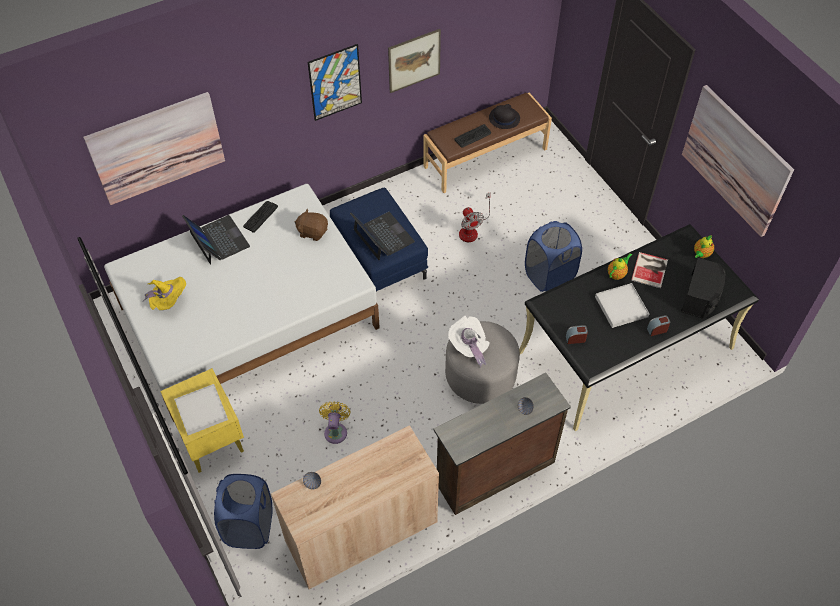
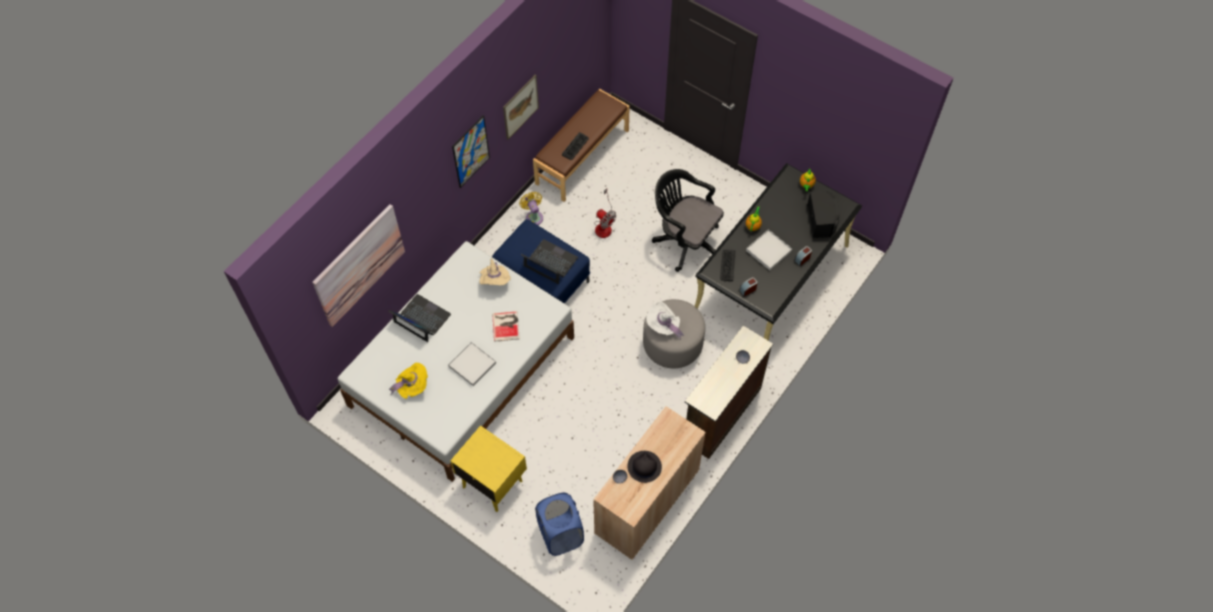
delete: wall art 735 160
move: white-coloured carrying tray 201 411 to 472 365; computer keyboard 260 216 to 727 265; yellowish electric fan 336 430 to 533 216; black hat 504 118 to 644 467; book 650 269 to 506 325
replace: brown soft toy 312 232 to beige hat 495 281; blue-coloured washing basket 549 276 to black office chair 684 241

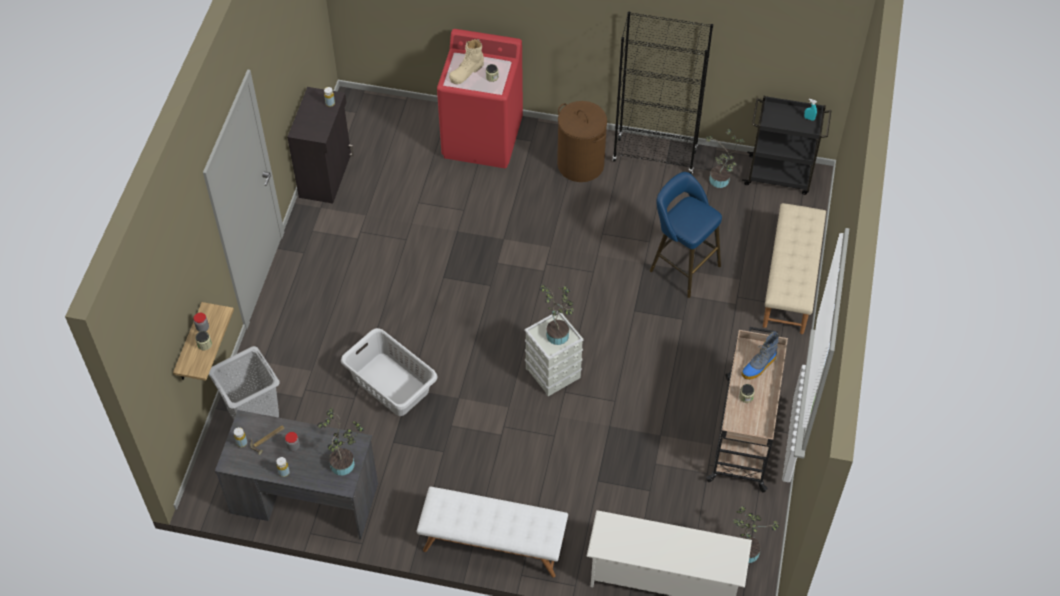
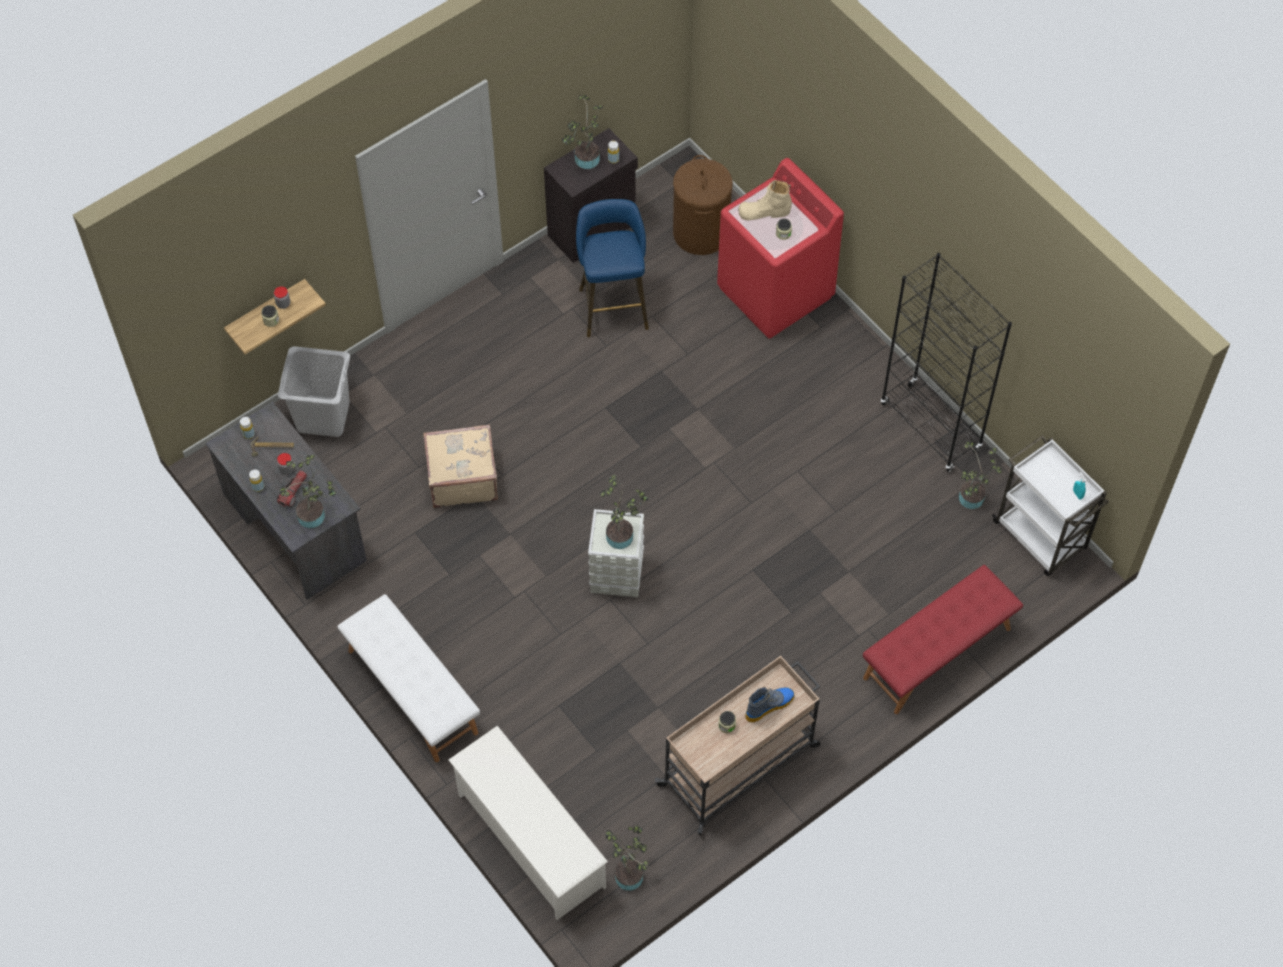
insert: flashlight 293 491; potted plant 585 161
move: brown washing basket 580 164 to 700 232; blue-coloured stool seat 681 266 to 612 305
replace: grey washing basket 391 385 to beige piece of luggage 462 478
recolor: black cart 780 175 to white-coloured cart 1041 537; beige bench 791 282 to reddish bench 937 654
rotate: tall boot 759 366 = 769 706 150 degrees clockwise

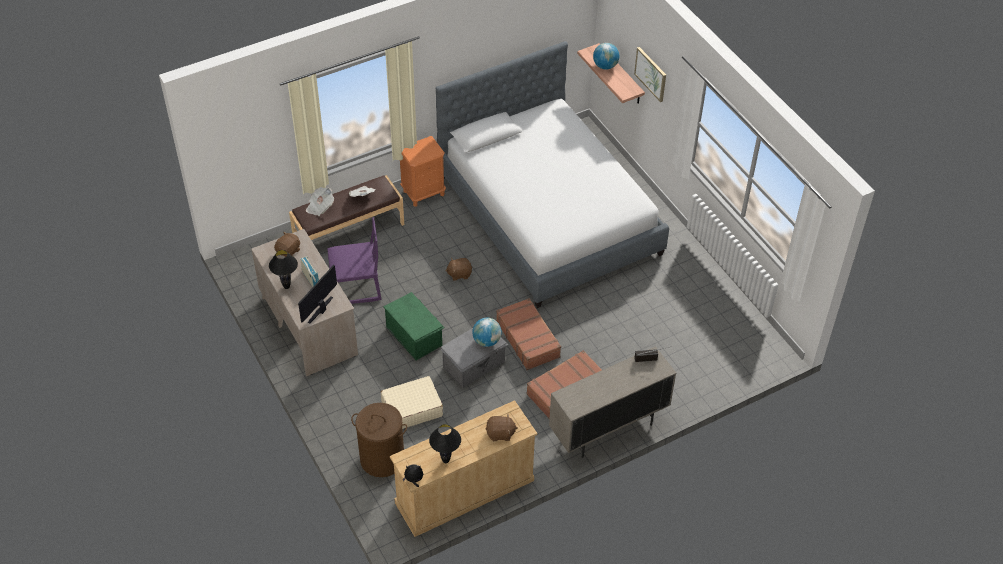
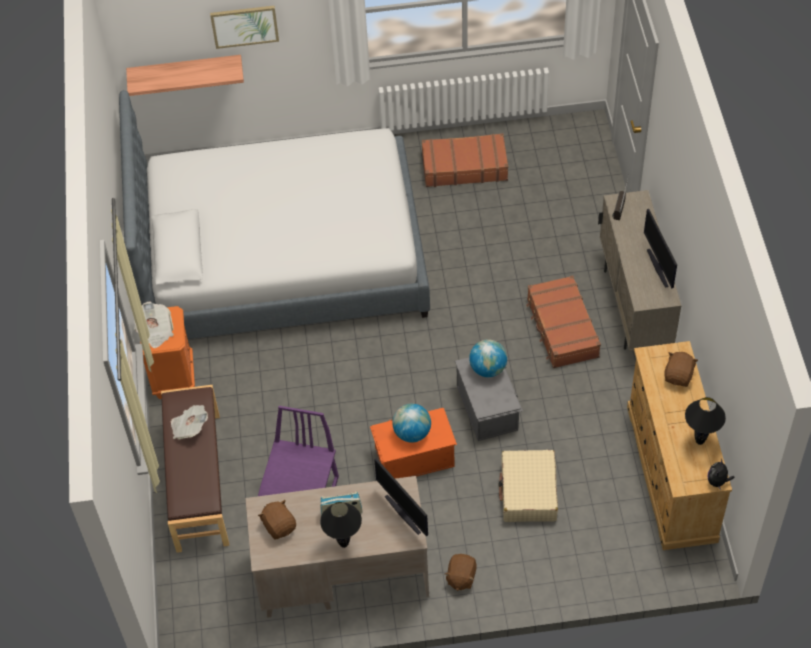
delete: brown washing basket 382 459
insert: computer screen 659 267
move: daily paper 320 207 to 155 331; brown soft toy 459 274 to 461 577; brown piece of luggage 528 339 to 464 167; world globe 605 66 to 412 433
recolor: greenish storage container 414 335 to orange-coloured storage container 413 456

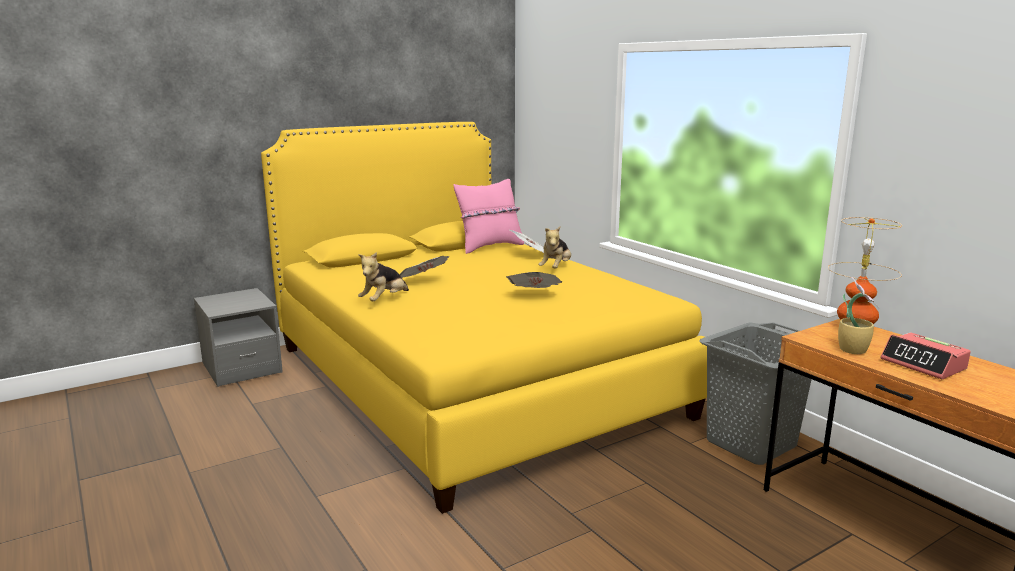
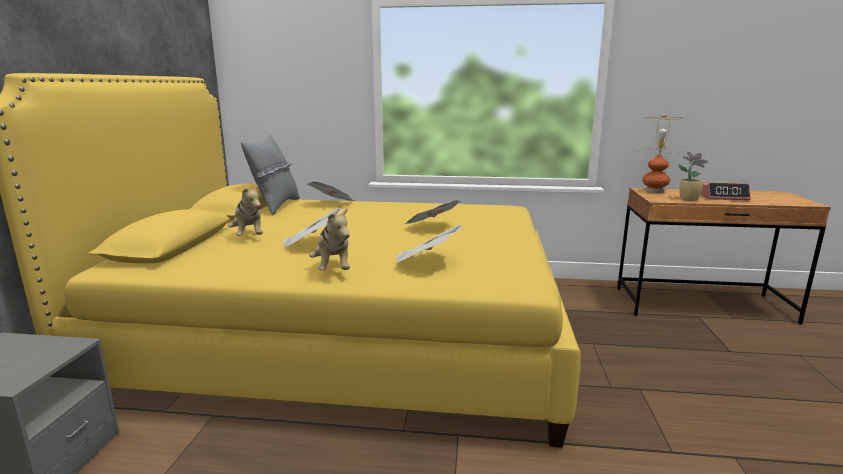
delete: grey washing basket 751 444
insert: daily paper 425 262
move: soft toy 556 268 to 249 236
recolor: pinkish cushion 490 247 to grey cushion 275 206

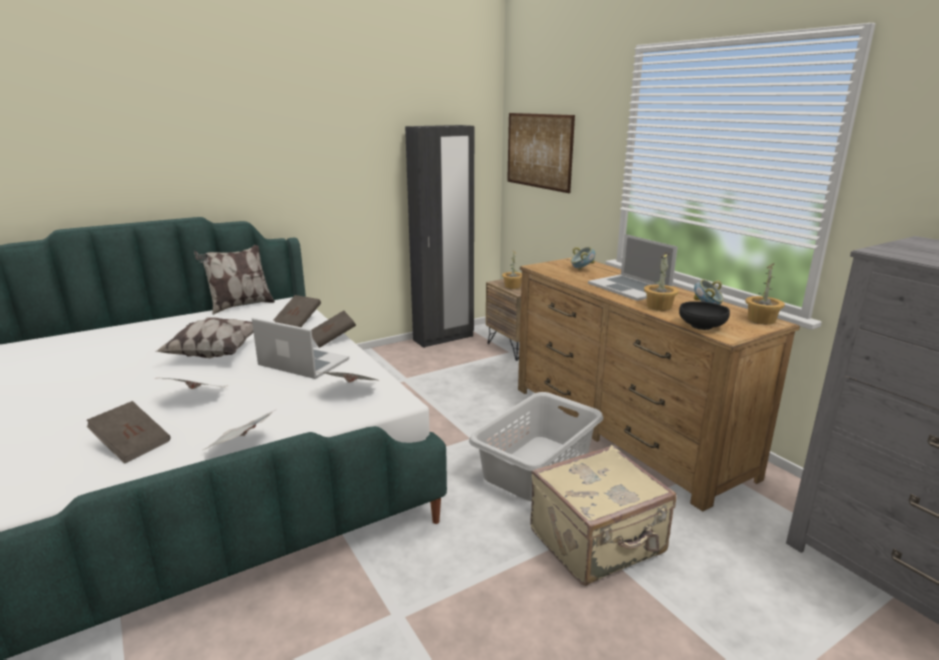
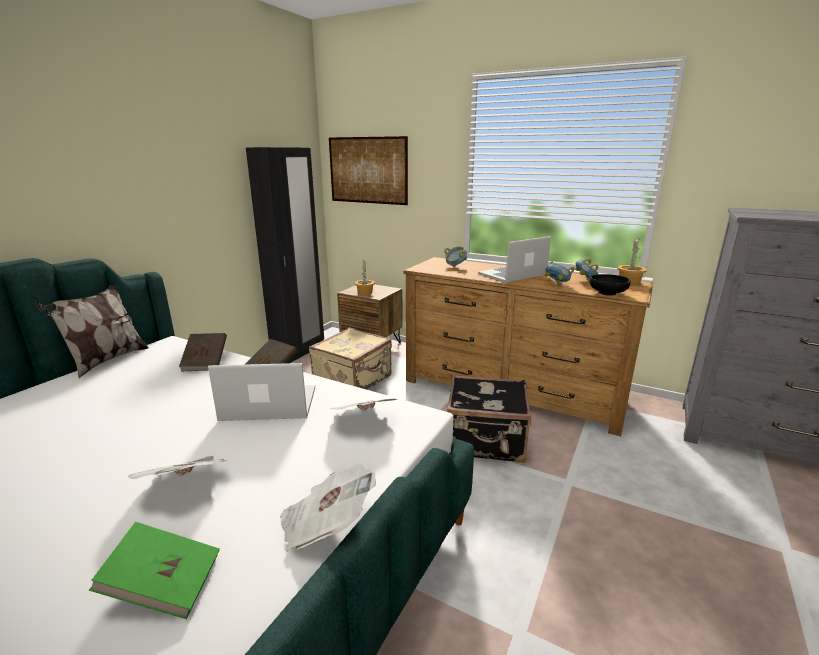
delete: cushion 214 353
move: beige piece of luggage 598 543 to 354 381
replace: grey washing basket 537 467 to black piece of luggage 486 441; potted plant 659 306 to bowl 557 284
recolor: brown book 132 445 to greenish book 165 585
rotate: portable computer 629 288 = 512 274 120 degrees clockwise

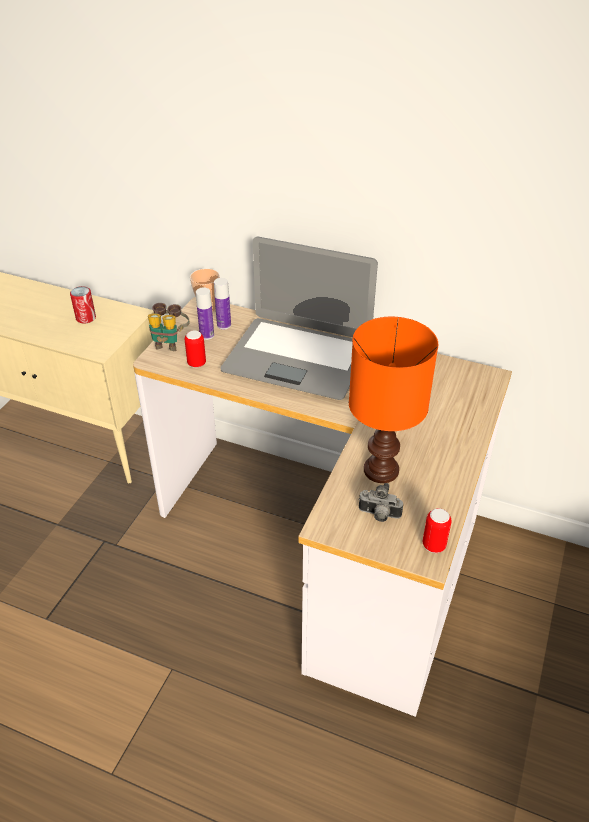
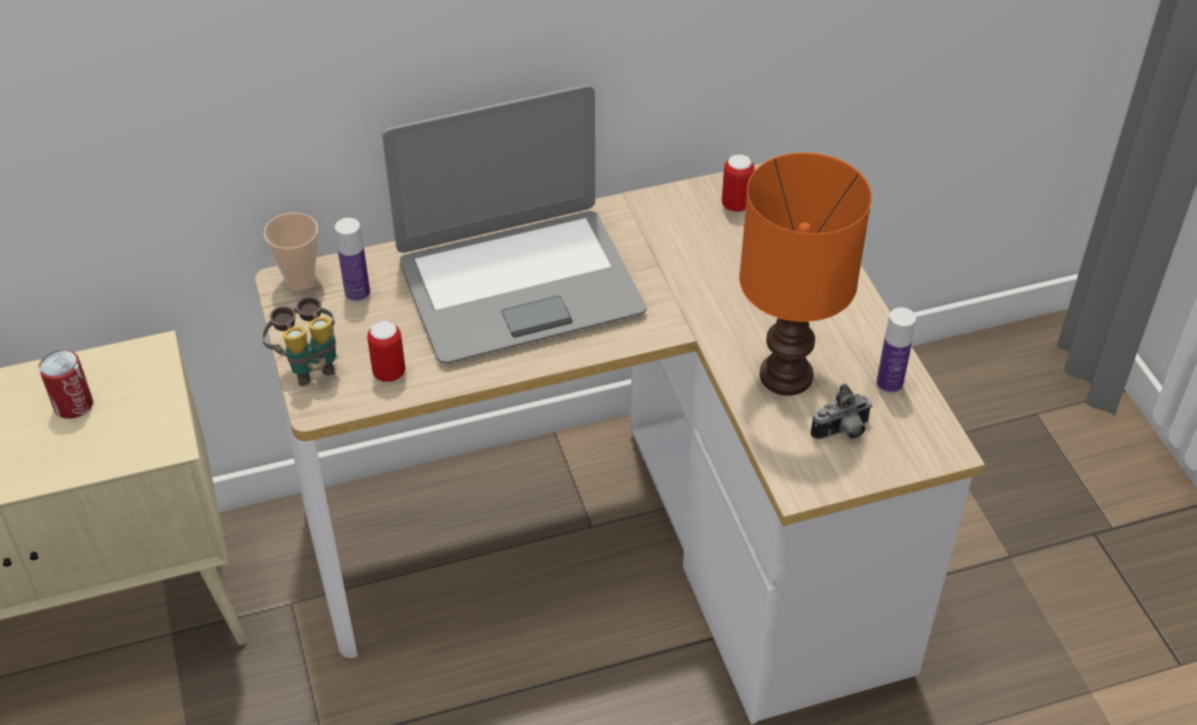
move: bottle 207 335 to 889 384; can 434 545 to 736 205

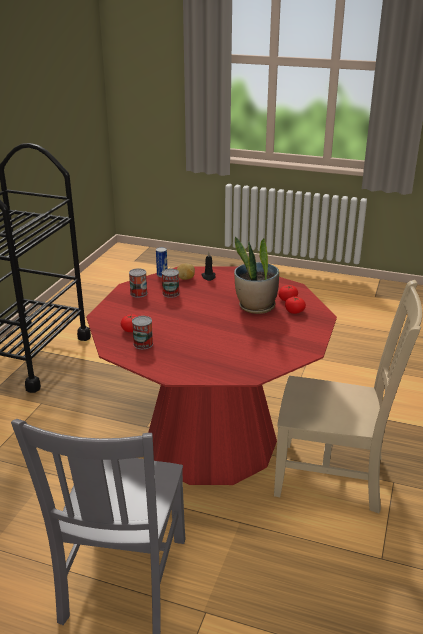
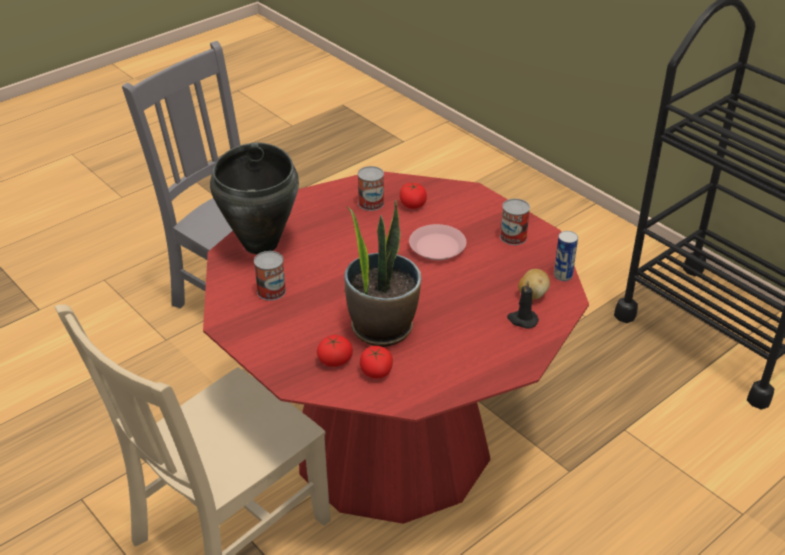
insert: black saucepot 261 244; pinkish flat dish 437 247
move: can 170 293 to 271 291

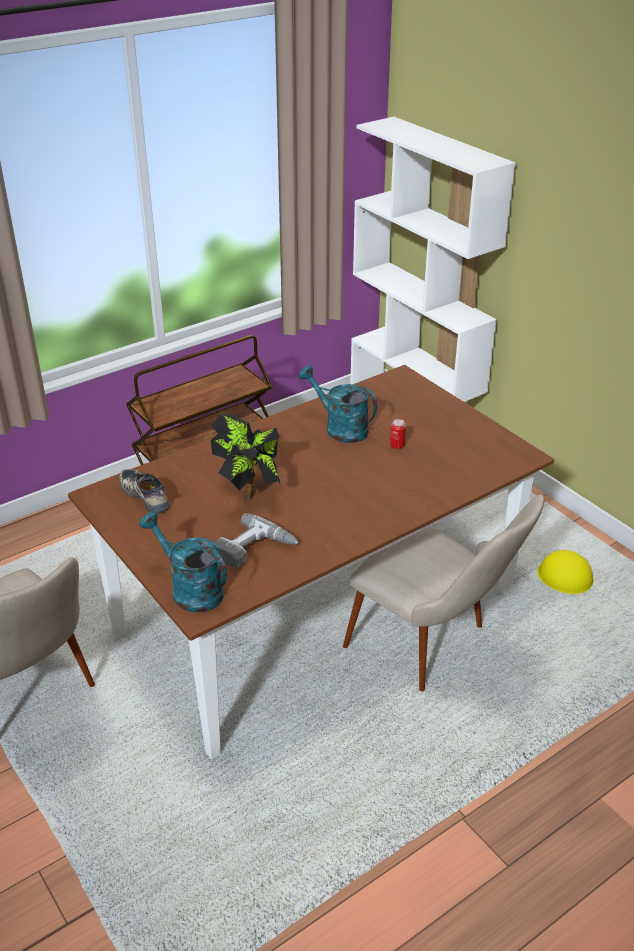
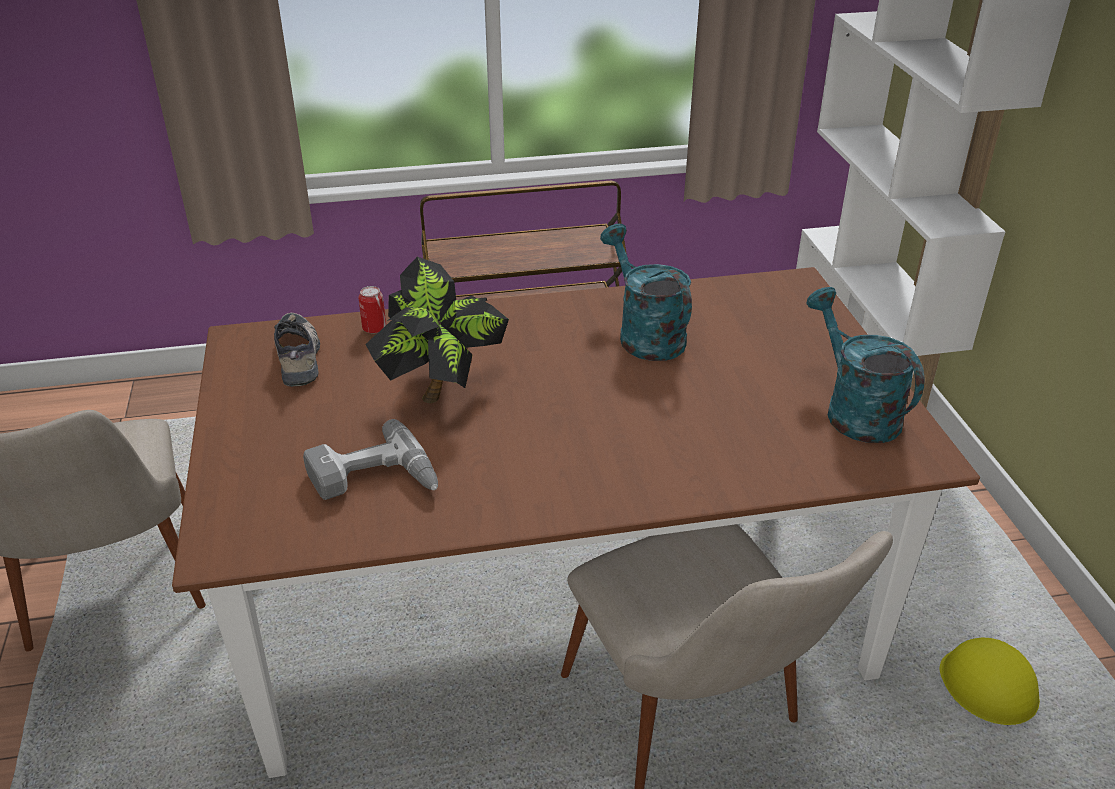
move: blue-green sprinkling can 190 589 to 854 410; can 396 445 to 374 328

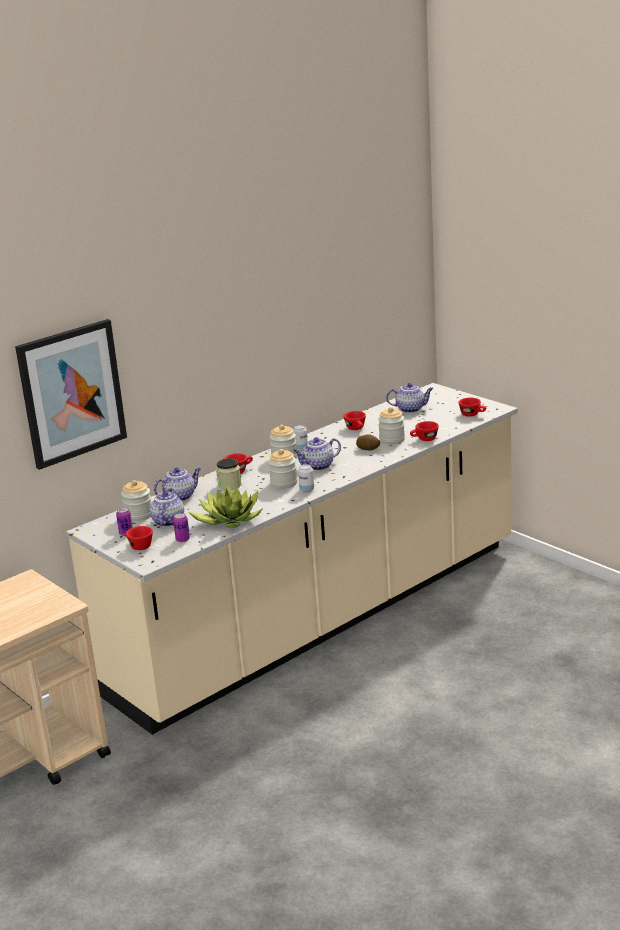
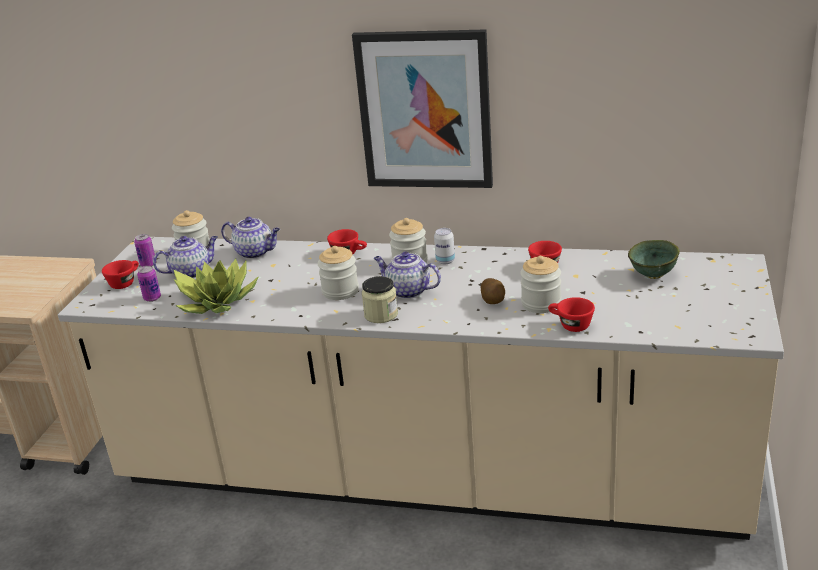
delete: can 307 490; reddish cup 473 415
move: wall art 71 393 to 425 110; storage jar 229 485 to 381 315
replace: teapot 411 409 to greenish bowl 654 276

